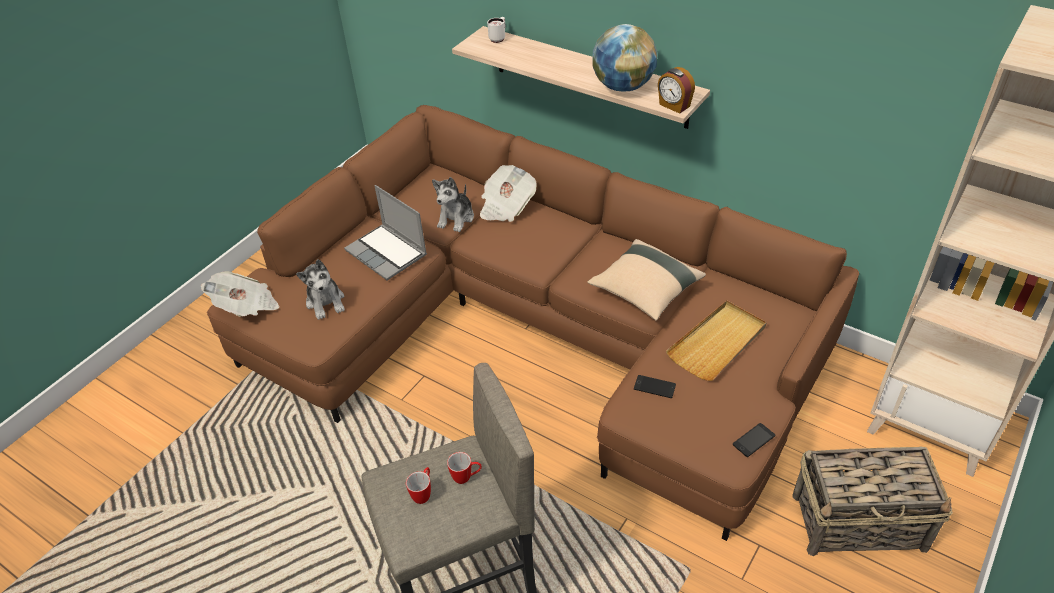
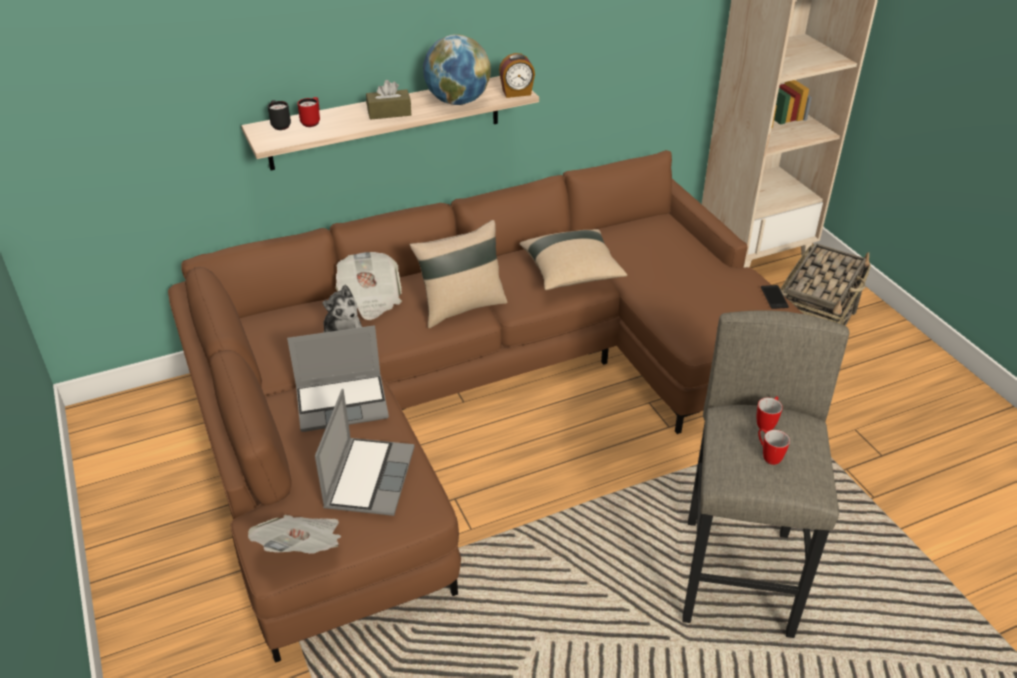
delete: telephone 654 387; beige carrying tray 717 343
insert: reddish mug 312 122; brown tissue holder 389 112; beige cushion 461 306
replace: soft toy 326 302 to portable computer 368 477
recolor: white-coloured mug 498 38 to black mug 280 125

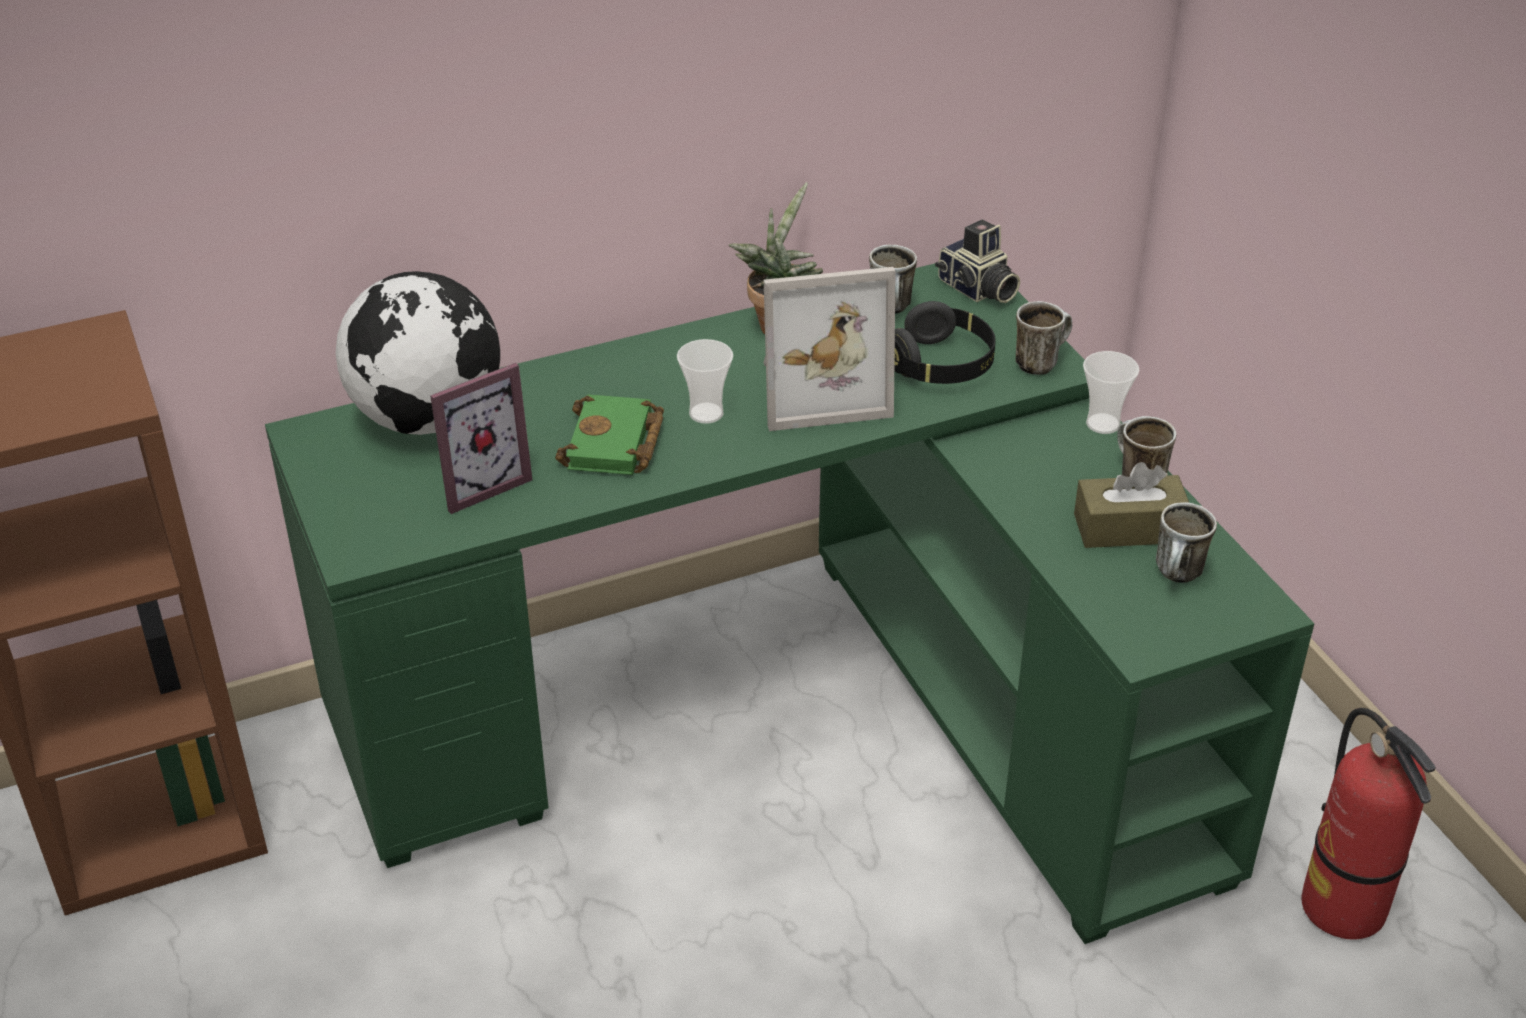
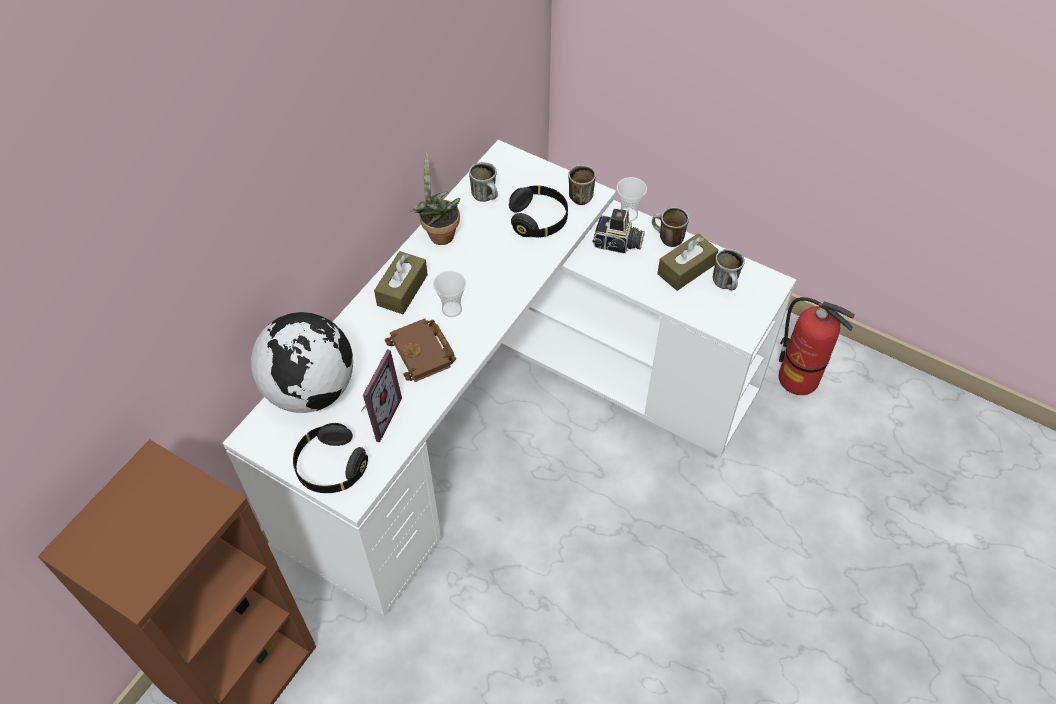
delete: photo frame 819 388
insert: black headphones 331 467; brown tissue holder 402 290
move: still camera 977 290 to 617 244
recolor: greenish desk 795 712 to white-coloured desk 507 415; greenish book 615 445 to brown book 424 353

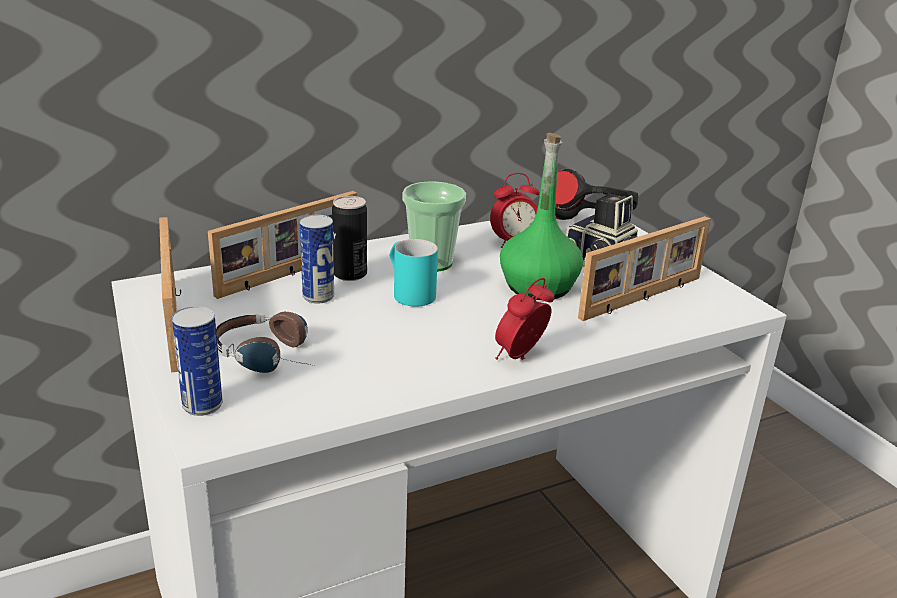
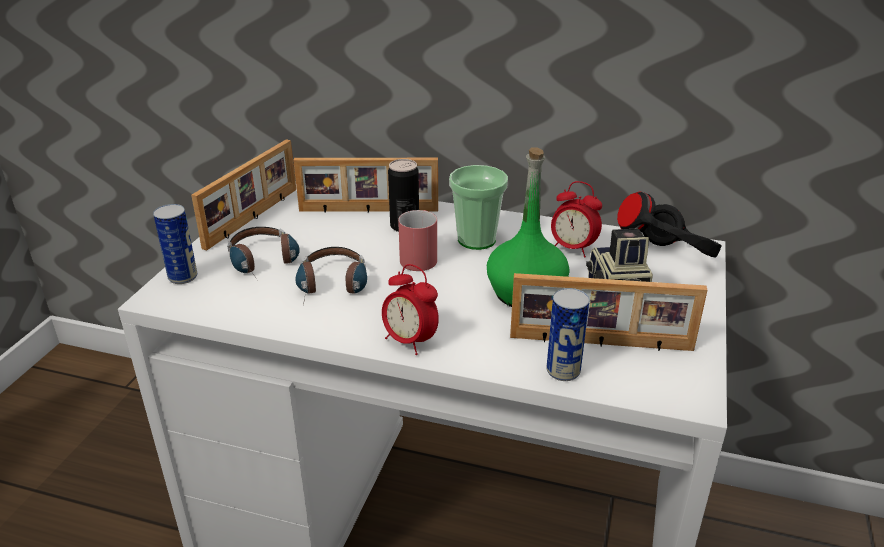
insert: headphones 333 288
move: can 318 297 to 563 371
recolor: blue-green mug 409 292 to reddish mug 420 256
rotate: table clock 520 357 = 410 341 135 degrees counterclockwise

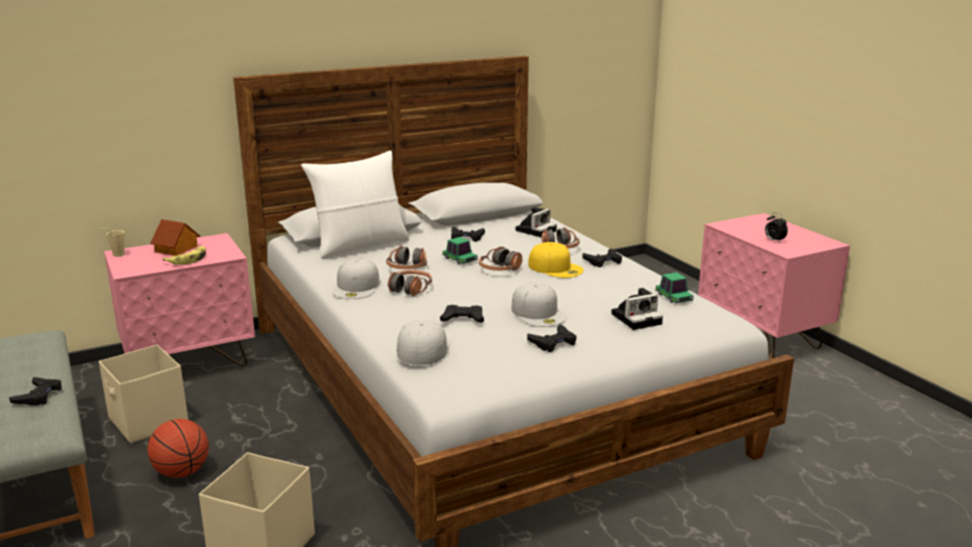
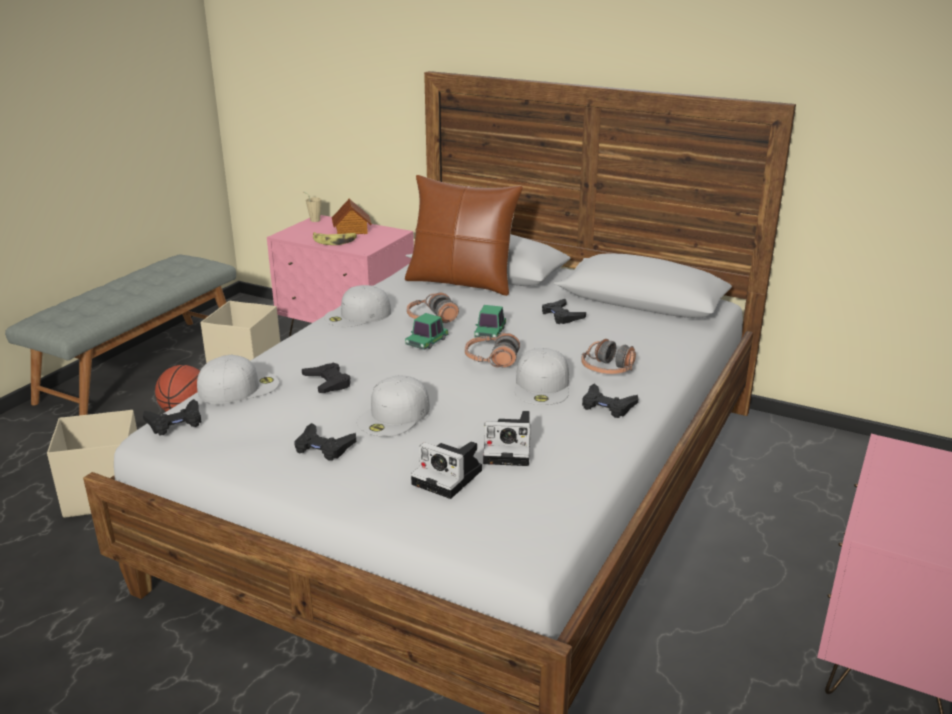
delete: headphones 410 289; table clock 774 240
move: black gamepad 39 396 to 175 422; still camera 536 230 to 510 449; model car 673 298 to 427 342
recolor: white-coloured cushion 360 245 to brown cushion 461 282; yellowish baseball cap 556 268 to white-coloured baseball cap 542 386

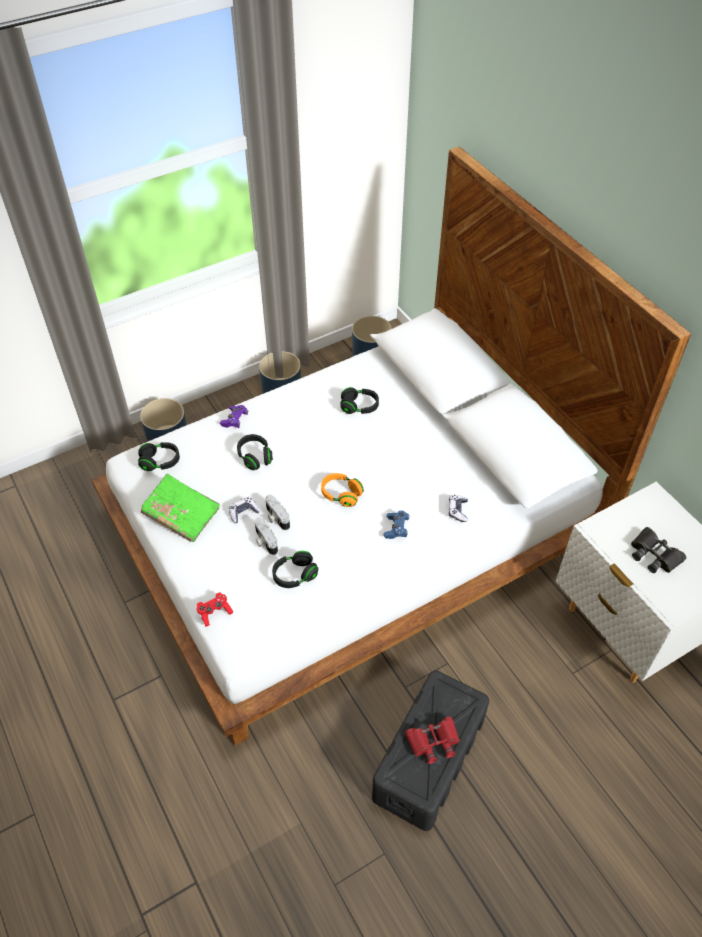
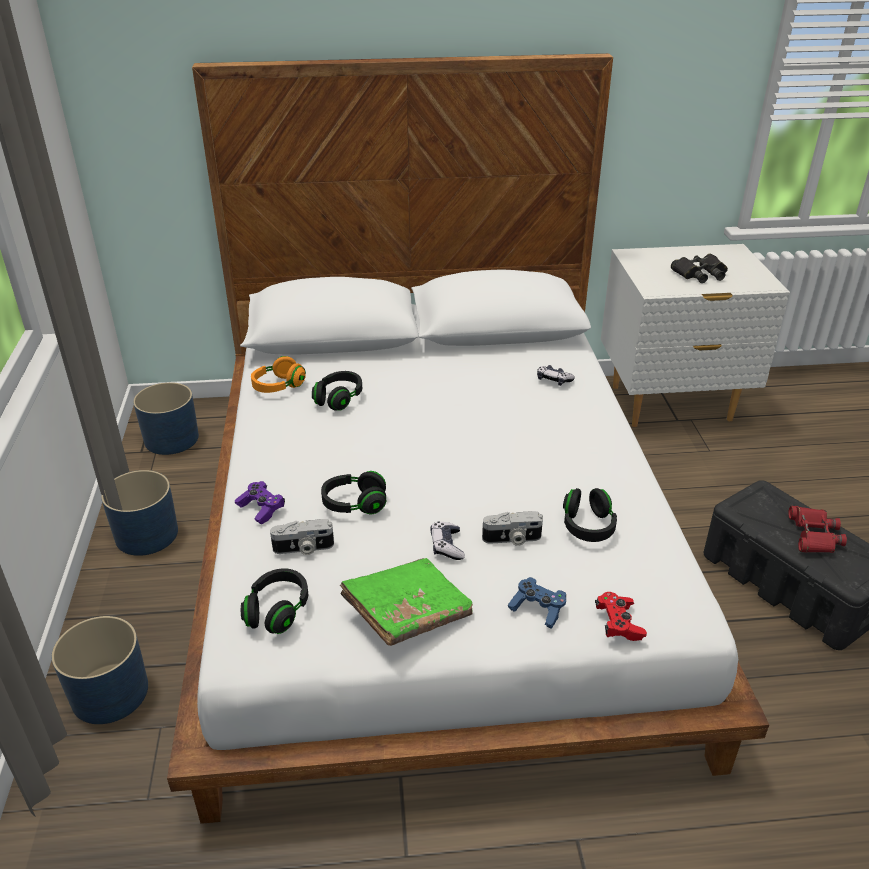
move: still camera 276 517 to 303 549; orange-coloured headphones 341 495 to 278 386; blue-coloured gamepad 396 528 to 538 609

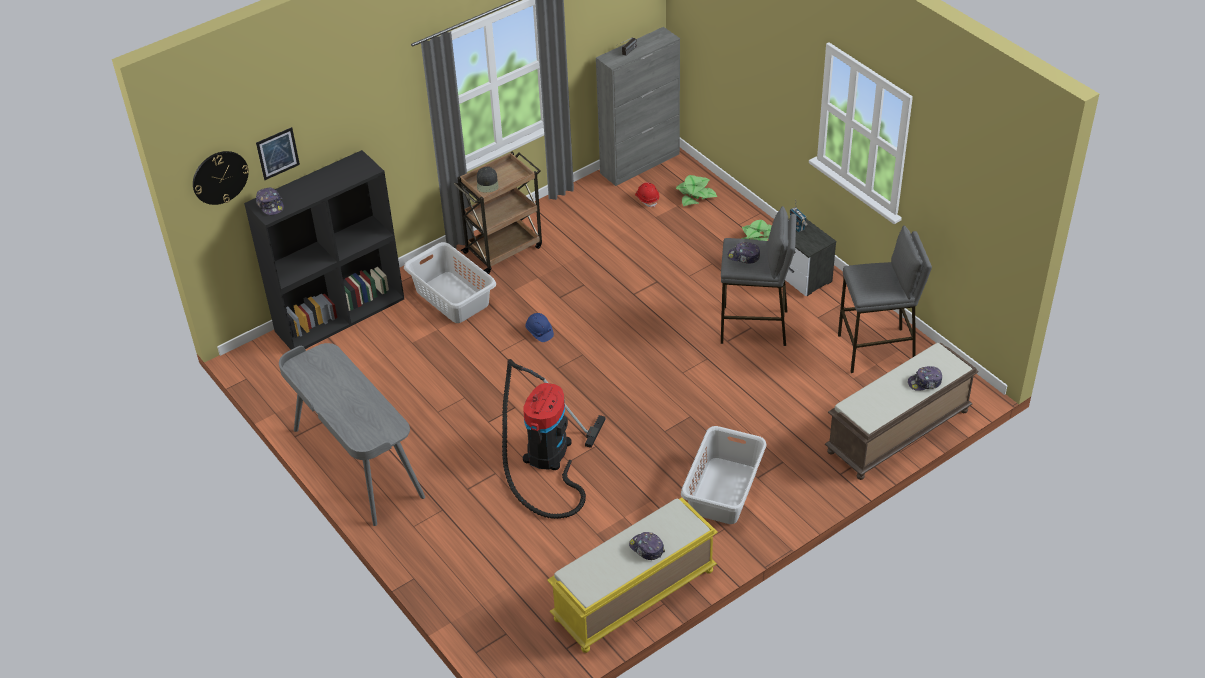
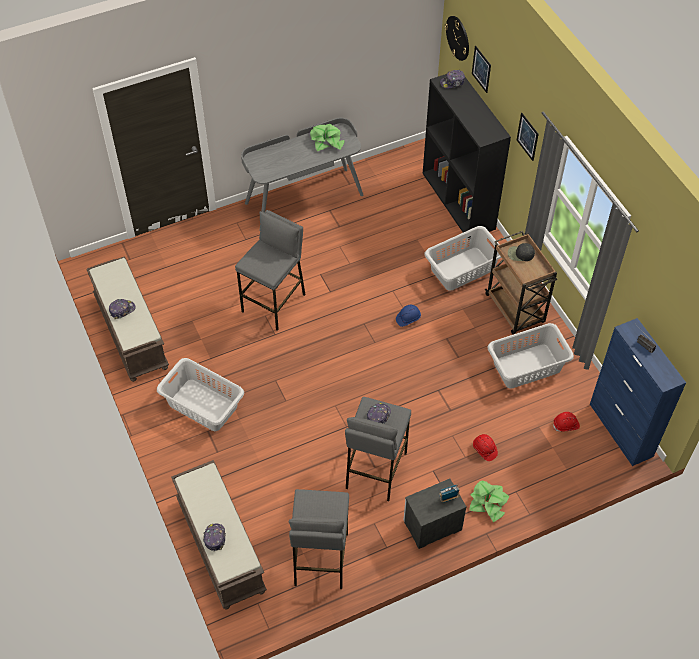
insert: reddish work helmet 484 450; grey washing basket 527 366; wall art 527 136
move: potted plant 695 195 to 327 141
replace: hoover 546 456 to grey stool seat 274 303
recolor: yellowish bench 634 596 to brown bench 130 332; grey cupboard 640 163 to blue-coloured cupboard 621 430

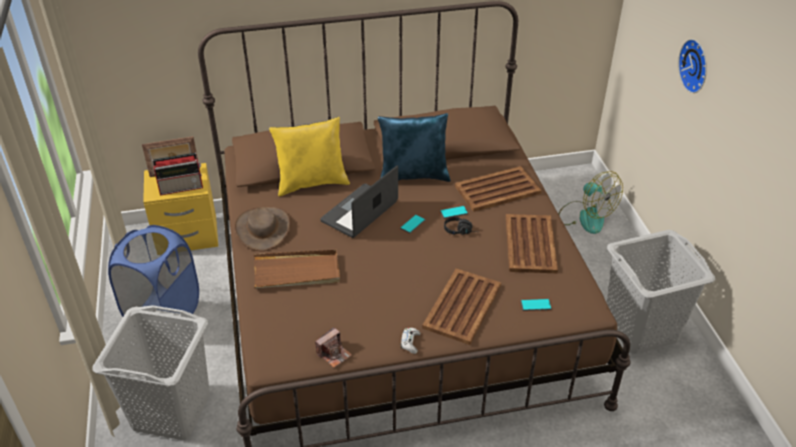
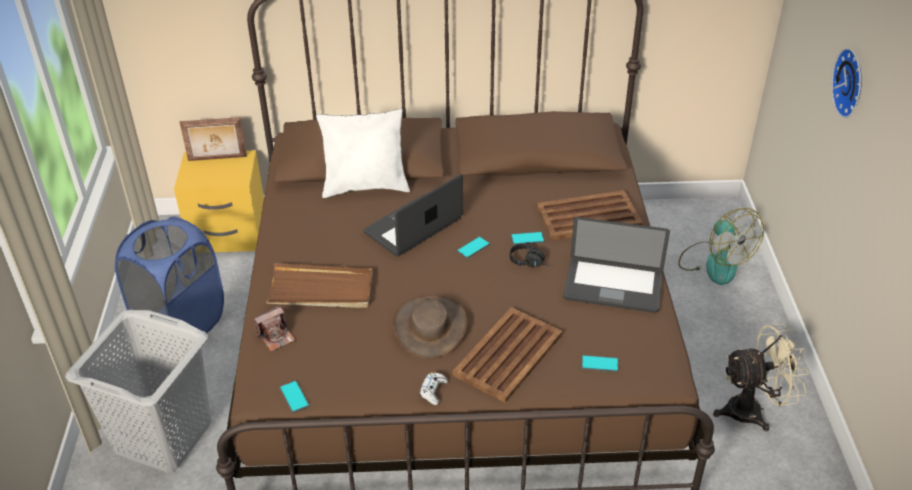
delete: radio receiver 182 187; blue-coloured cushion 414 176
insert: telephone 294 397
move: brown hat 263 229 to 430 327; still camera 334 354 to 276 337
replace: brown carrying tray 530 243 to portable computer 613 287; grey washing basket 640 328 to beige electric fan 753 410
recolor: yellowish cushion 312 183 to white-coloured cushion 366 186

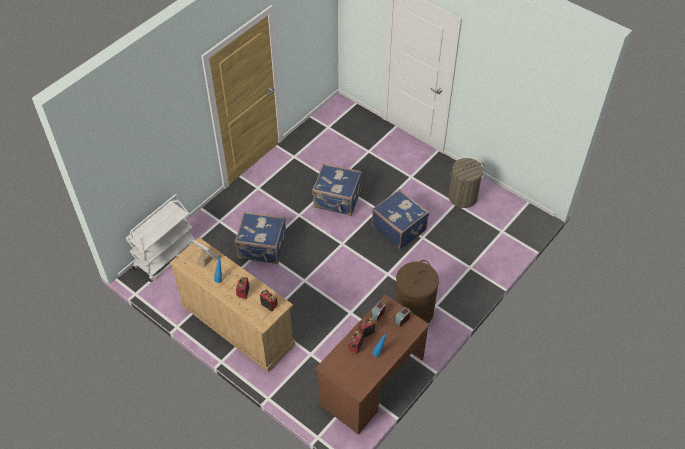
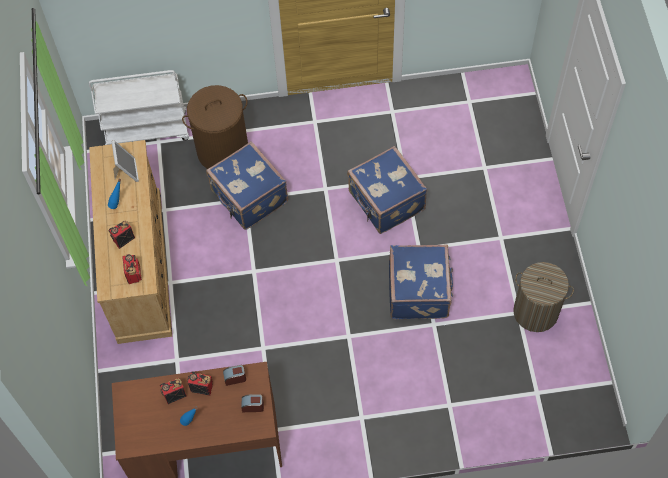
move: brown washing basket 413 311 to 223 150

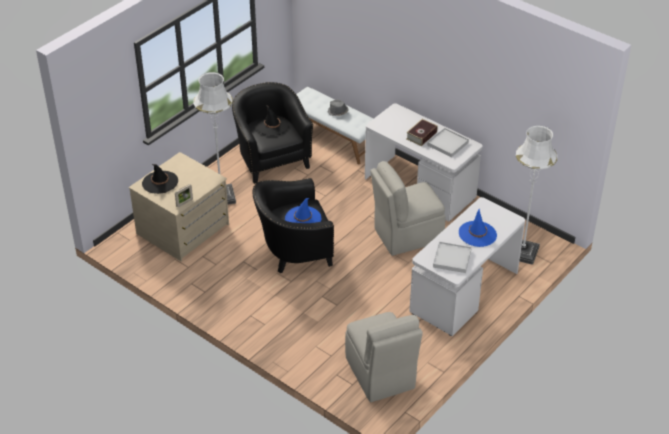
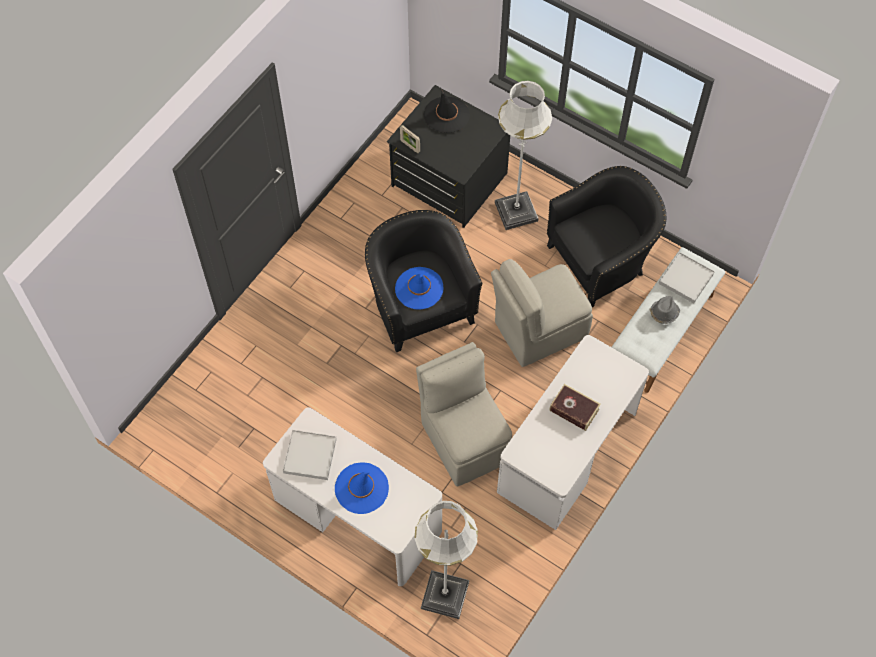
delete: black hat 272 126
move: beige chair 380 374 to 538 330; white-coloured carrying tray 447 144 to 685 278
recolor: beige chest of drawers 184 229 to black chest of drawers 448 180

